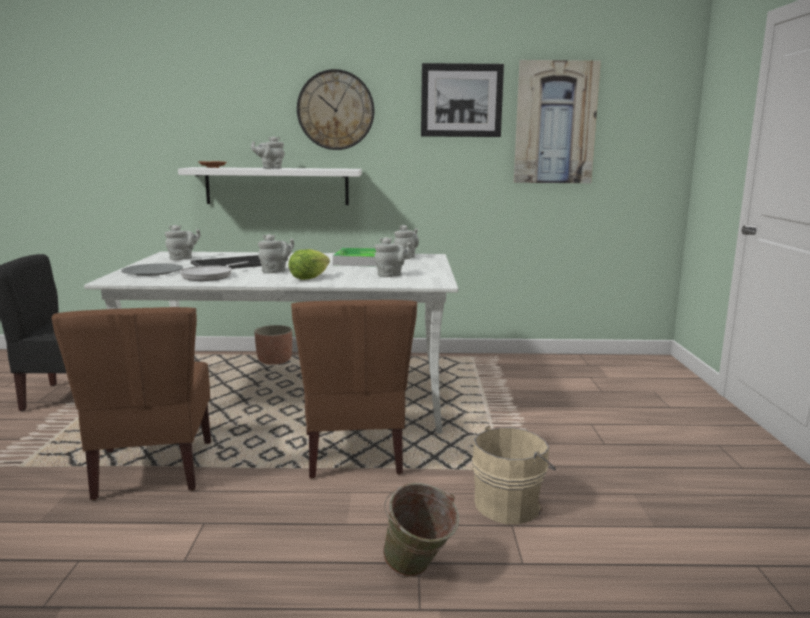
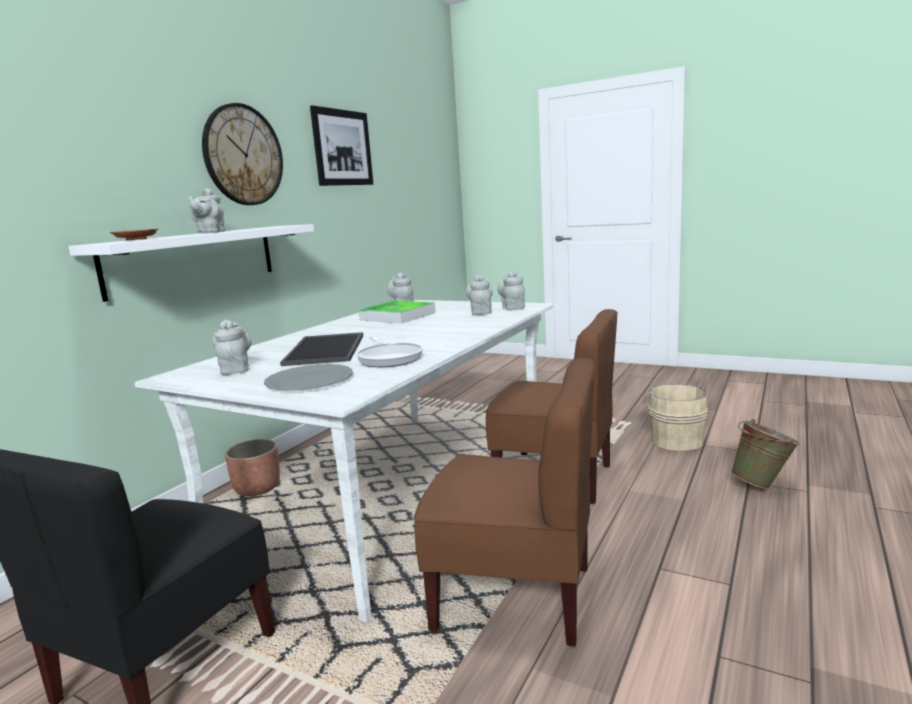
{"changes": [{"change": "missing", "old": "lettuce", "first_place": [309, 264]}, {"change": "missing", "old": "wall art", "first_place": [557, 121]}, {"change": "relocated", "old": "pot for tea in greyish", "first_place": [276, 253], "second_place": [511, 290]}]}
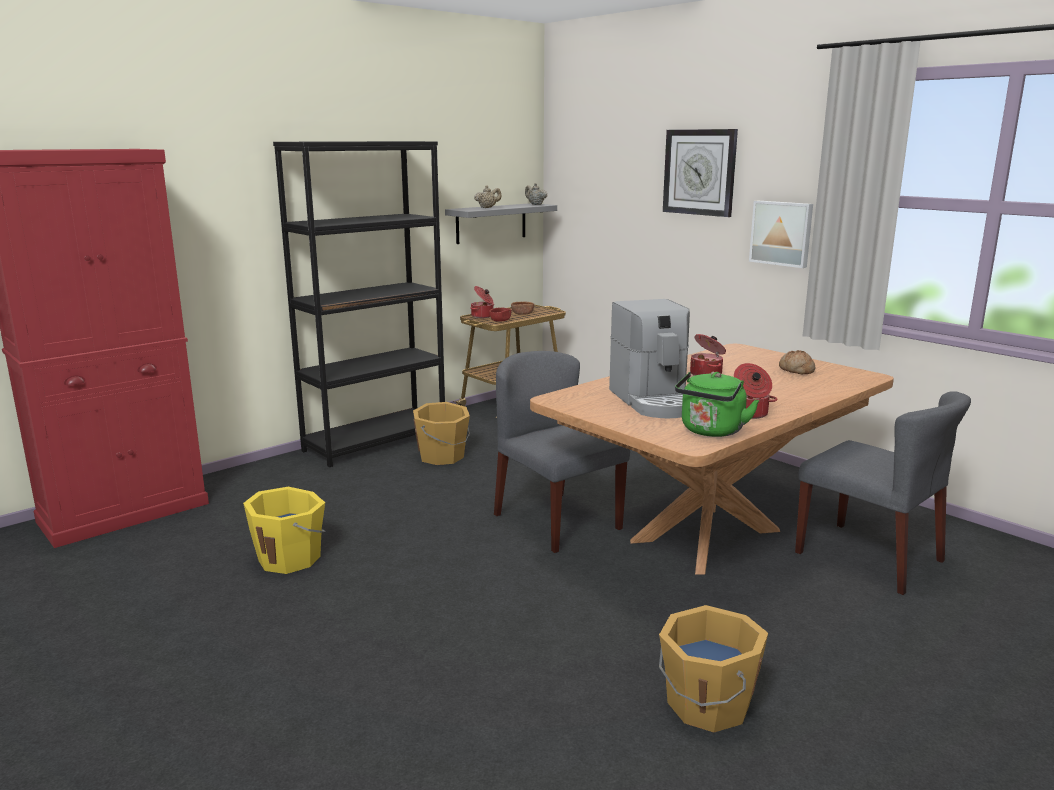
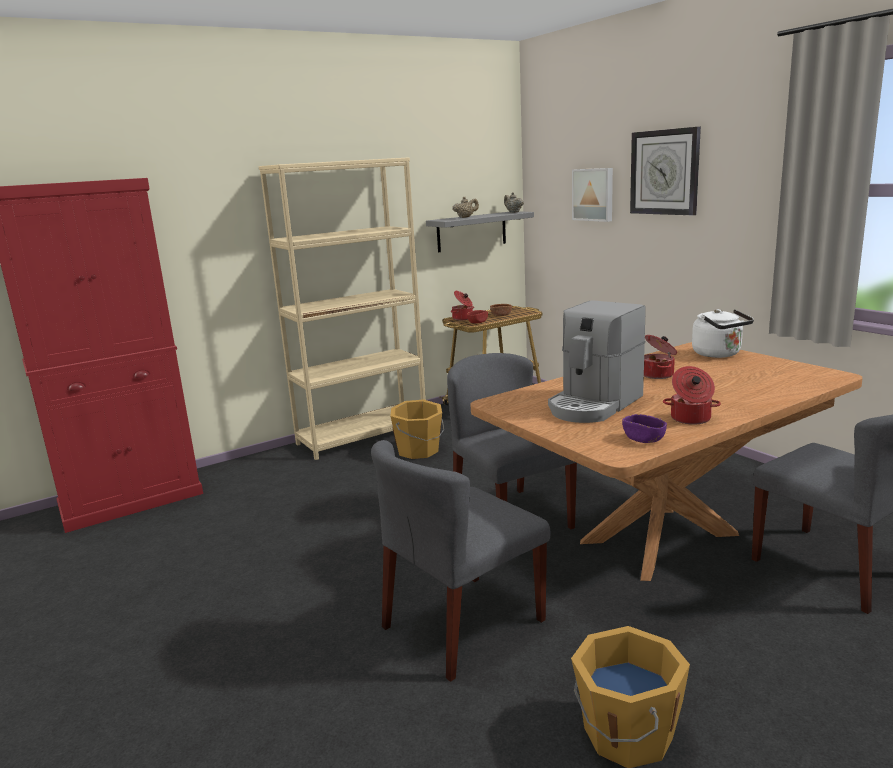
{"changes": [{"change": "missing", "old": "pail in yellowish", "first_place": [284, 530]}, {"change": "missing", "old": "bread", "first_place": [797, 362]}, {"change": "appeared", "new": "chair in greyish", "second_place": [460, 561]}, {"change": "appeared", "new": "tea kettle in whitish", "second_place": [723, 333]}, {"change": "relocated", "old": "wall art", "first_place": [781, 234], "second_place": [592, 195]}, {"change": "exchanged", "old": "tea kettle in green", "new": "bowl in purplish", "first_place": [717, 404], "second_place": [644, 428]}, {"change": "colour", "old": "shelving unit in blackish", "new": "shelving unit in beige-coloured", "first_place": [359, 304], "second_place": [342, 308]}, {"change": "spun", "old": "coffee maker", "first_place": [649, 358], "second_place": [597, 361], "degrees": 45}]}
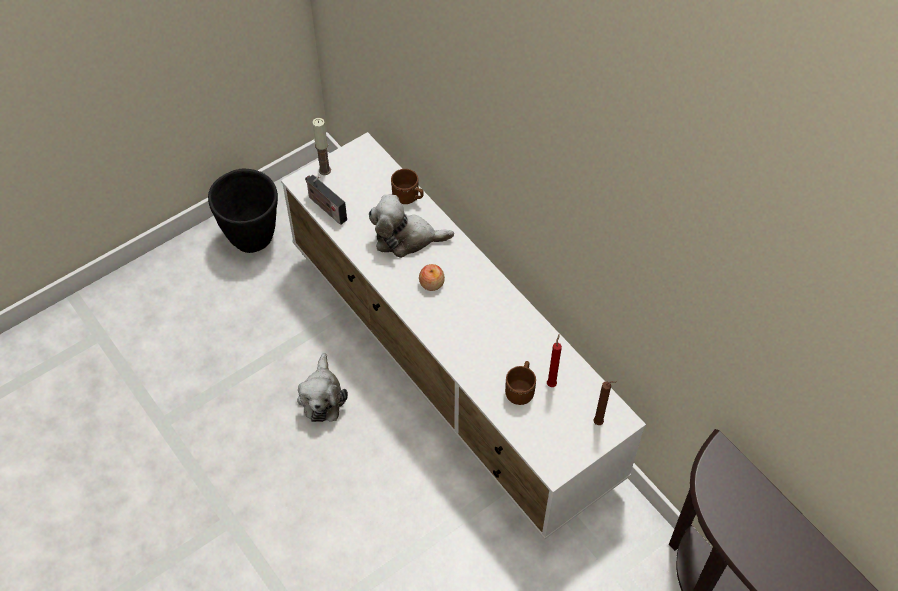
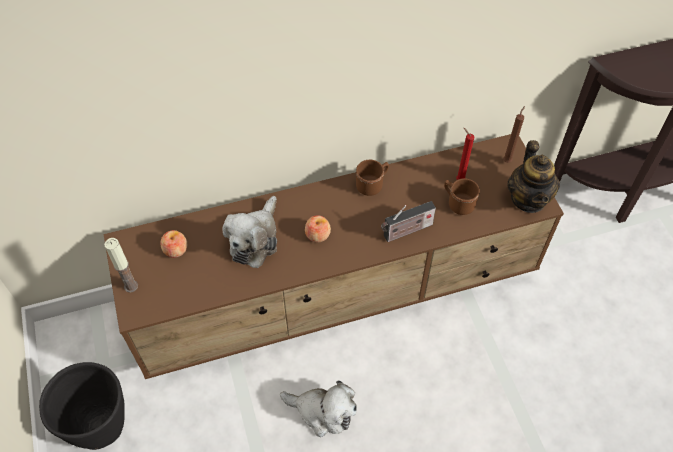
{"changes": [{"change": "appeared", "new": "apple fruit", "second_place": [173, 244]}, {"change": "appeared", "new": "pot for tea", "second_place": [533, 176]}, {"change": "relocated", "old": "radio", "first_place": [326, 200], "second_place": [408, 221]}, {"change": "relocated", "old": "tea mug in brownish", "first_place": [407, 186], "second_place": [372, 178]}, {"change": "colour", "old": "tv unit in whitish", "new": "tv unit in brownish", "first_place": [463, 336], "second_place": [333, 256]}]}
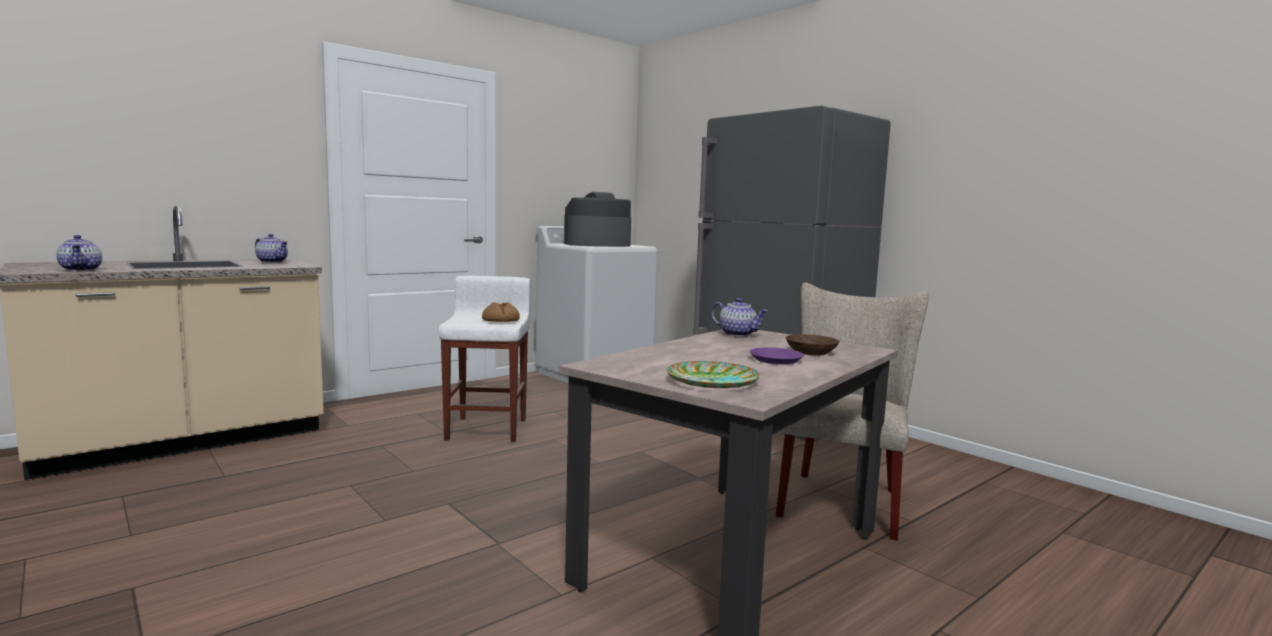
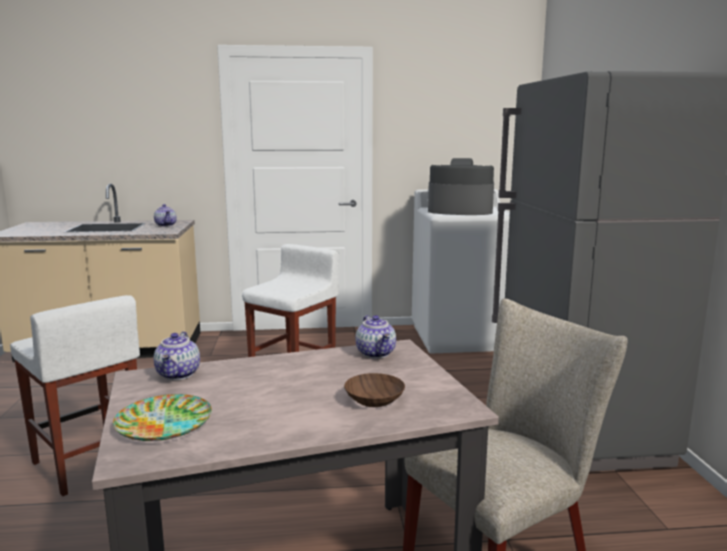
{"changes": [{"change": "missing", "old": "bread", "first_place": [501, 312]}, {"change": "missing", "old": "flat dish in purplish", "first_place": [777, 355]}, {"change": "appeared", "new": "stool seat in whitish", "second_place": [75, 395]}, {"change": "relocated", "old": "pot for tea", "first_place": [79, 253], "second_place": [177, 355]}]}
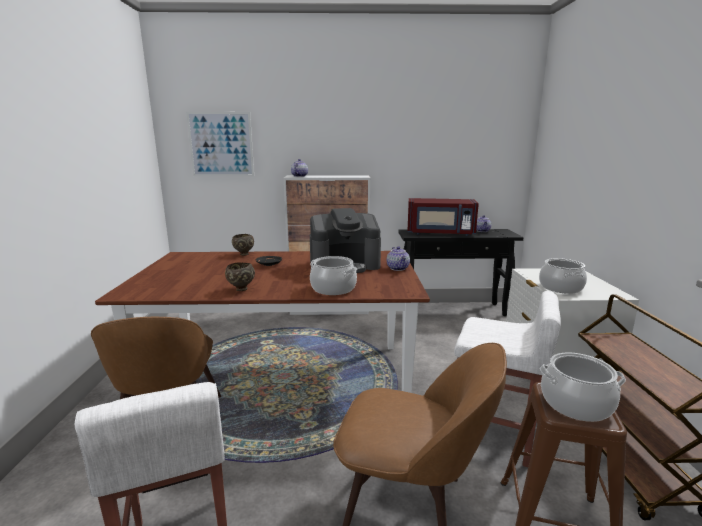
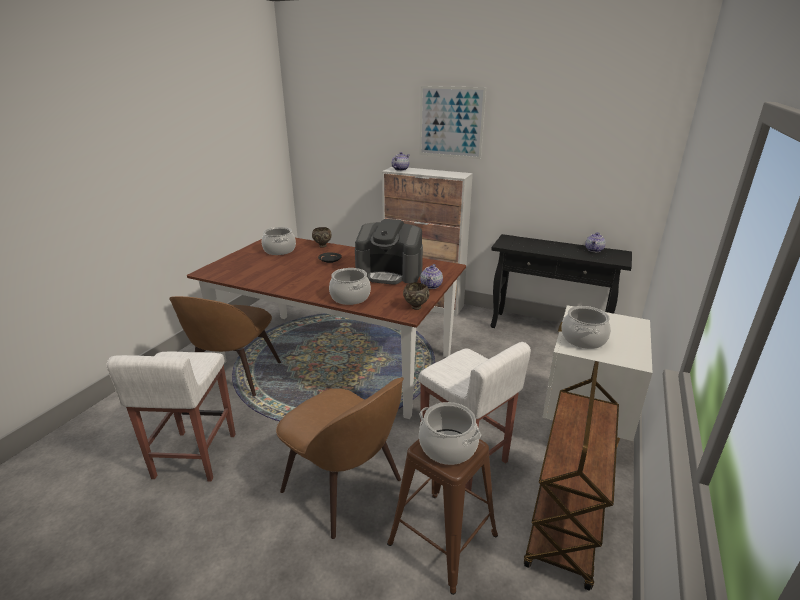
{"changes": [{"change": "missing", "old": "microwave in red", "first_place": [443, 217]}, {"change": "appeared", "new": "stockpot", "second_place": [279, 241]}, {"change": "relocated", "old": "wall art", "first_place": [220, 144], "second_place": [453, 122]}, {"change": "relocated", "old": "bowl in brownish", "first_place": [240, 276], "second_place": [416, 296]}]}
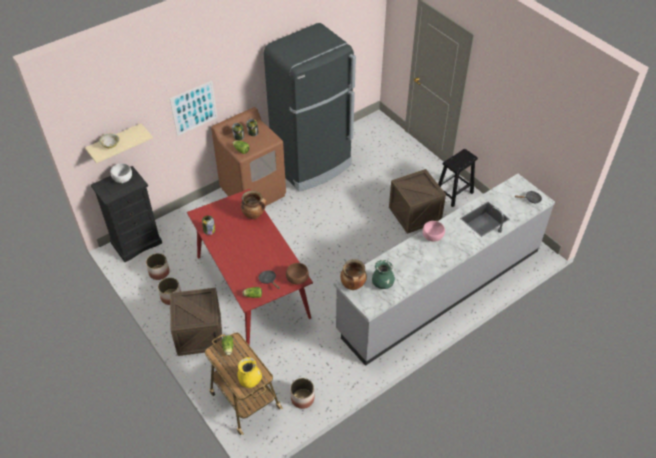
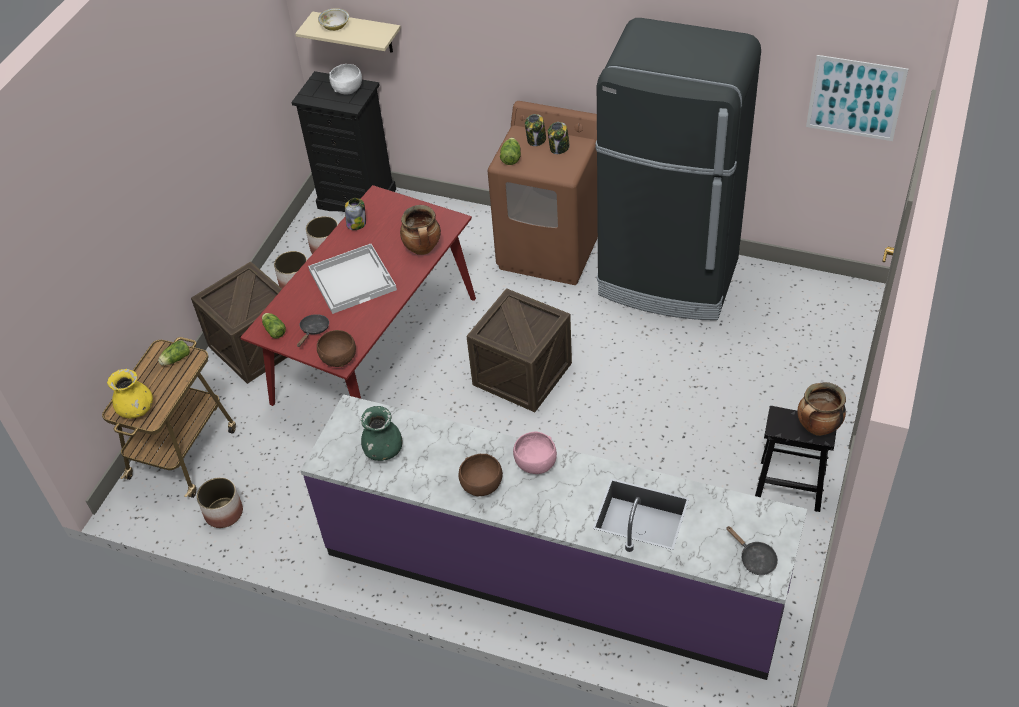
{"changes": [{"change": "appeared", "new": "serving tray in whitish", "second_place": [352, 279]}, {"change": "appeared", "new": "bowl in brownish", "second_place": [480, 475]}, {"change": "relocated", "old": "wall art", "first_place": [194, 108], "second_place": [857, 98]}, {"change": "relocated", "old": "stockpot", "first_place": [353, 274], "second_place": [821, 409]}, {"change": "relocated", "old": "crate", "first_place": [417, 201], "second_place": [519, 350]}, {"change": "colour", "old": "kitchen base unit in greyish", "new": "kitchen base unit in purplish", "first_place": [444, 270], "second_place": [553, 537]}]}
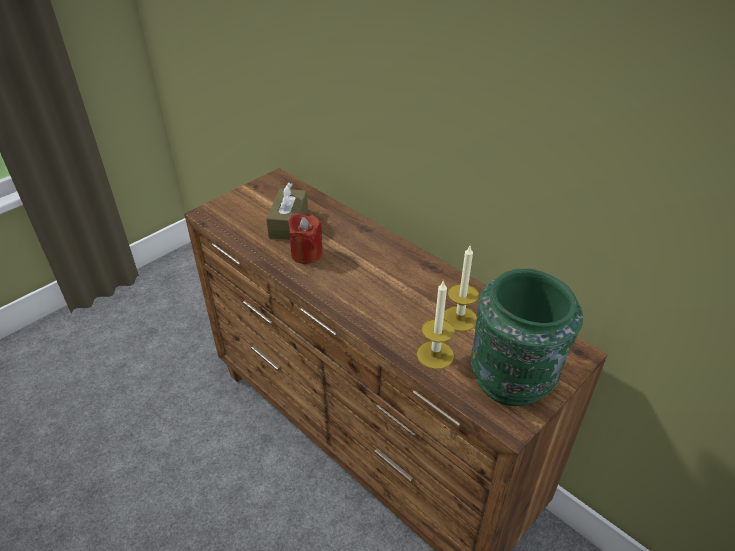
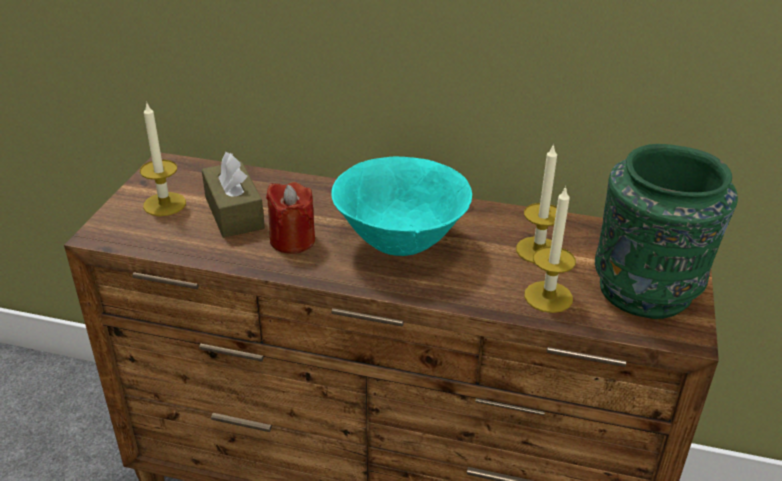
{"changes": [{"change": "appeared", "new": "candle", "second_place": [163, 158]}, {"change": "appeared", "new": "bowl in blue-green", "second_place": [401, 206]}]}
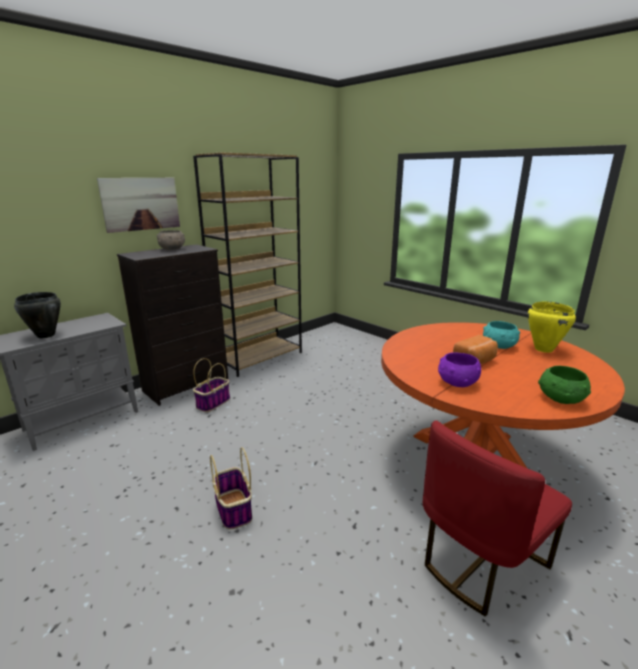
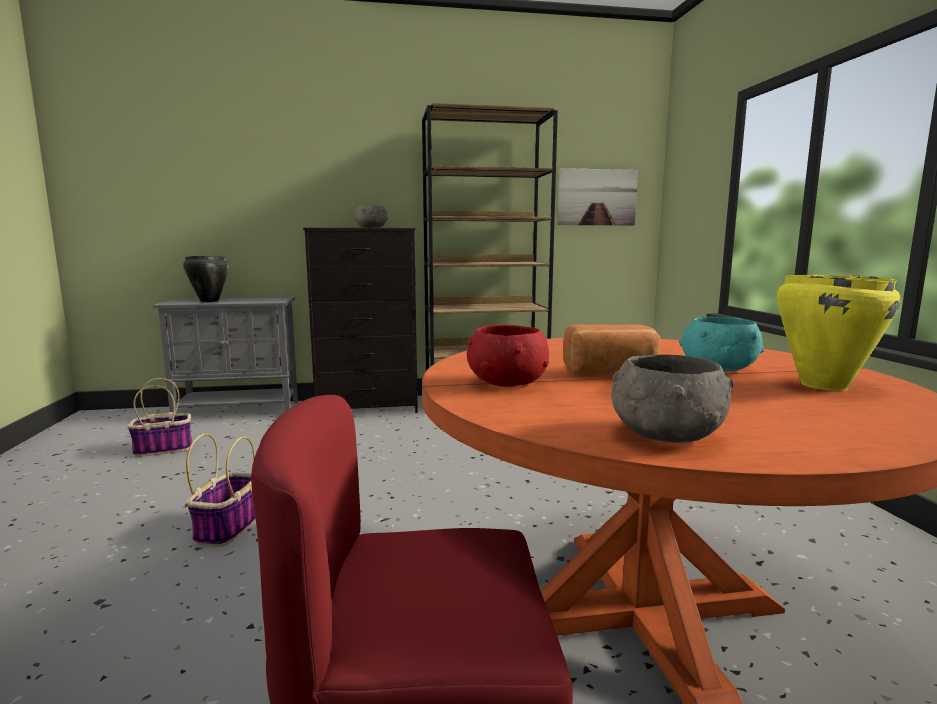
{"changes": [{"change": "relocated", "old": "wall art", "first_place": [138, 205], "second_place": [597, 197]}, {"change": "relocated", "old": "household basket", "first_place": [211, 385], "second_place": [160, 417]}, {"change": "colour", "old": "bowl in purplish", "new": "bowl in red", "first_place": [459, 369], "second_place": [508, 356]}, {"change": "colour", "old": "bowl in green", "new": "bowl in greyish", "first_place": [564, 385], "second_place": [672, 398]}]}
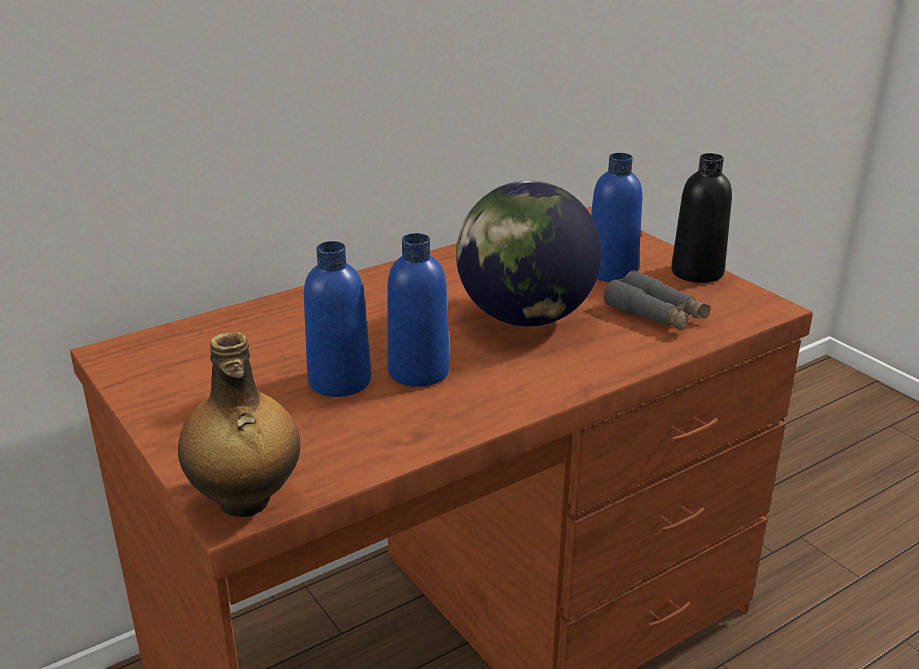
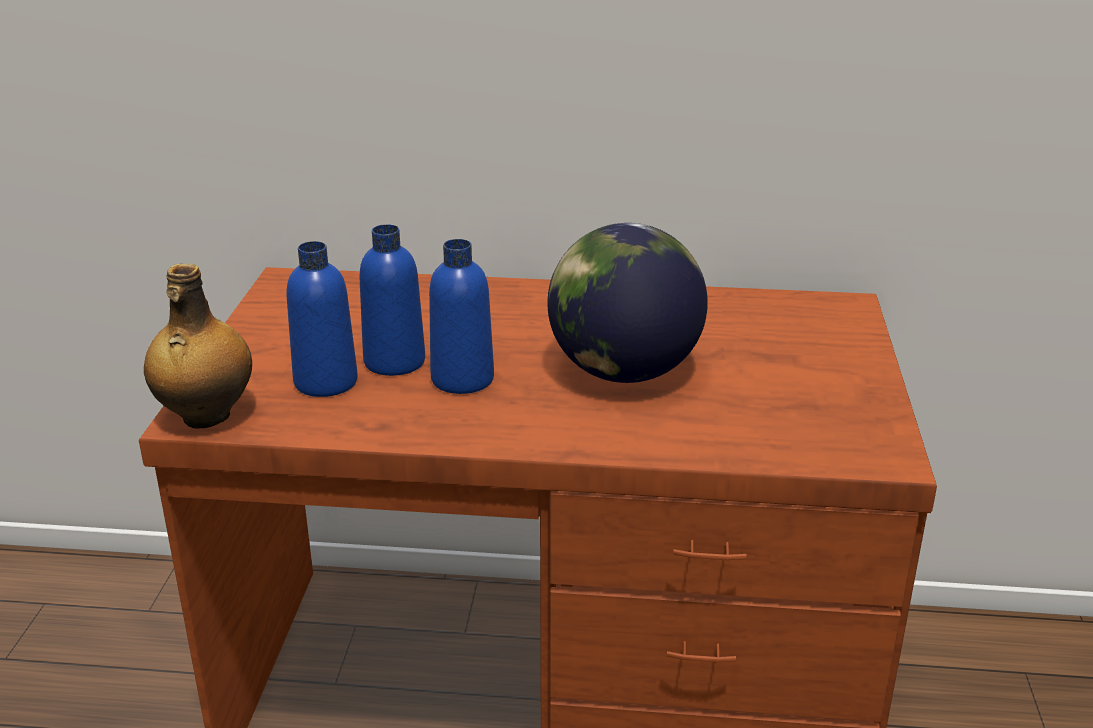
{"changes": [{"change": "missing", "old": "pair of binoculars in greyish", "first_place": [656, 300]}, {"change": "missing", "old": "bottle in blackish", "first_place": [701, 218]}, {"change": "relocated", "old": "bottle in blue", "first_place": [617, 217], "second_place": [322, 319]}]}
